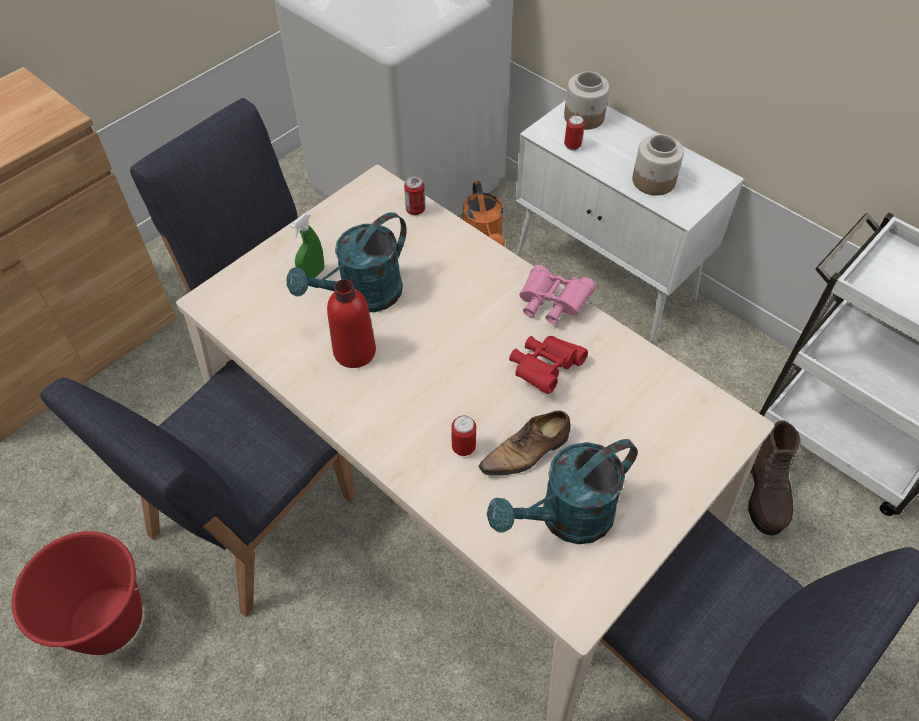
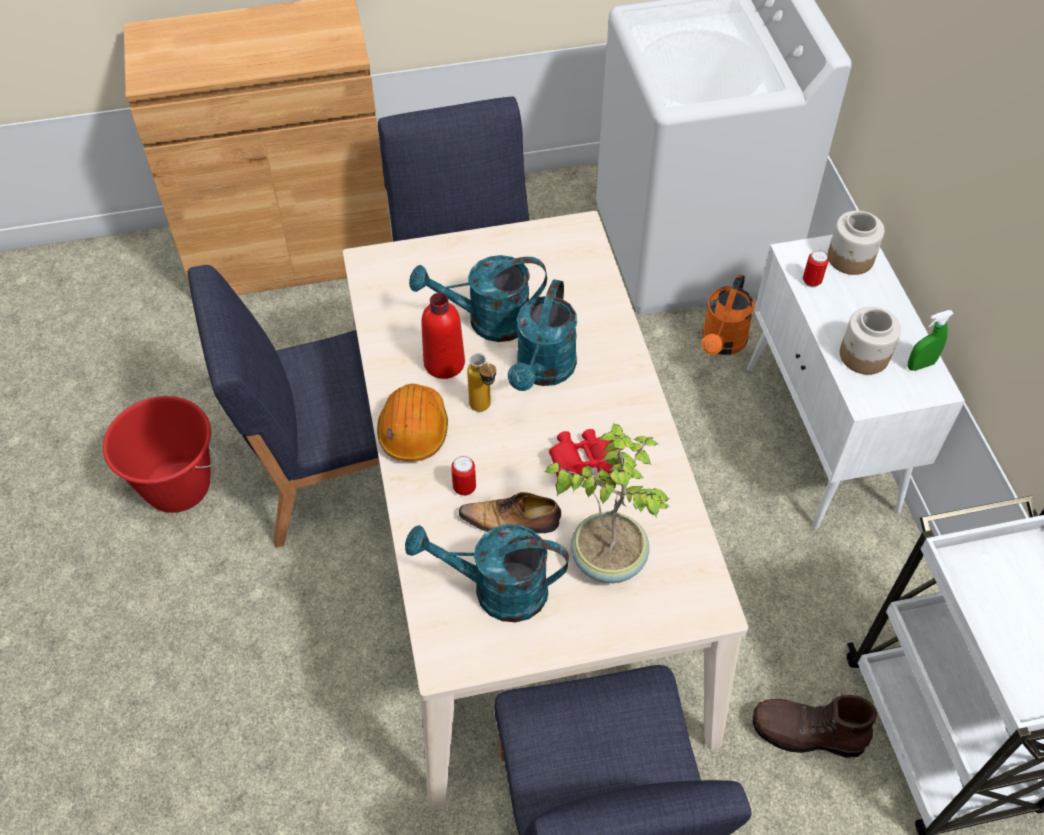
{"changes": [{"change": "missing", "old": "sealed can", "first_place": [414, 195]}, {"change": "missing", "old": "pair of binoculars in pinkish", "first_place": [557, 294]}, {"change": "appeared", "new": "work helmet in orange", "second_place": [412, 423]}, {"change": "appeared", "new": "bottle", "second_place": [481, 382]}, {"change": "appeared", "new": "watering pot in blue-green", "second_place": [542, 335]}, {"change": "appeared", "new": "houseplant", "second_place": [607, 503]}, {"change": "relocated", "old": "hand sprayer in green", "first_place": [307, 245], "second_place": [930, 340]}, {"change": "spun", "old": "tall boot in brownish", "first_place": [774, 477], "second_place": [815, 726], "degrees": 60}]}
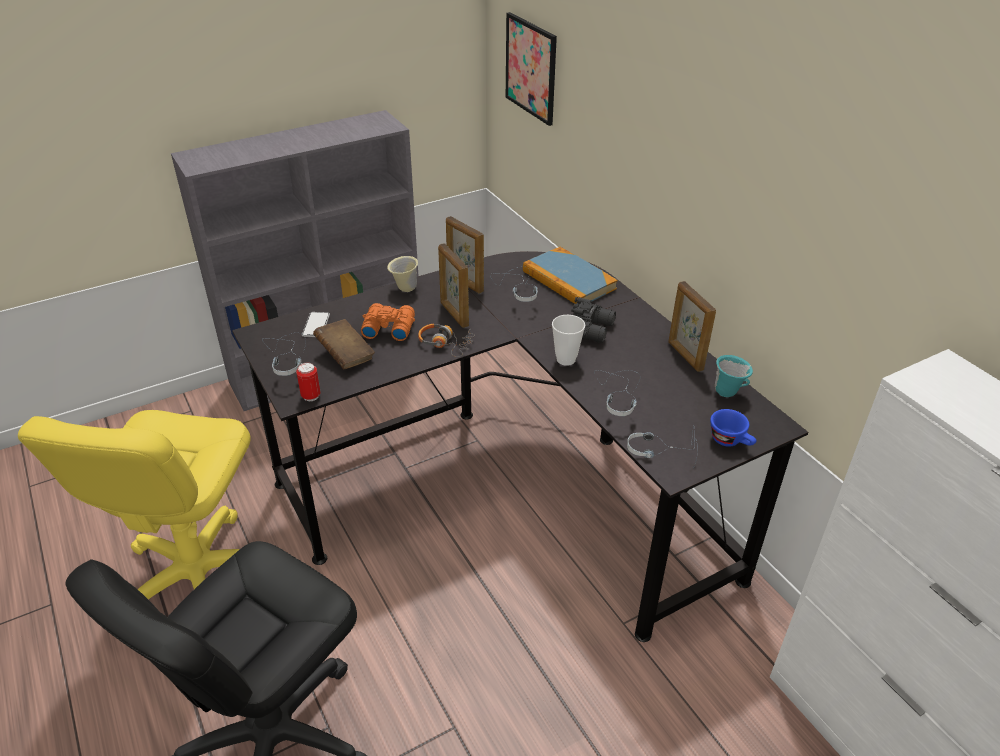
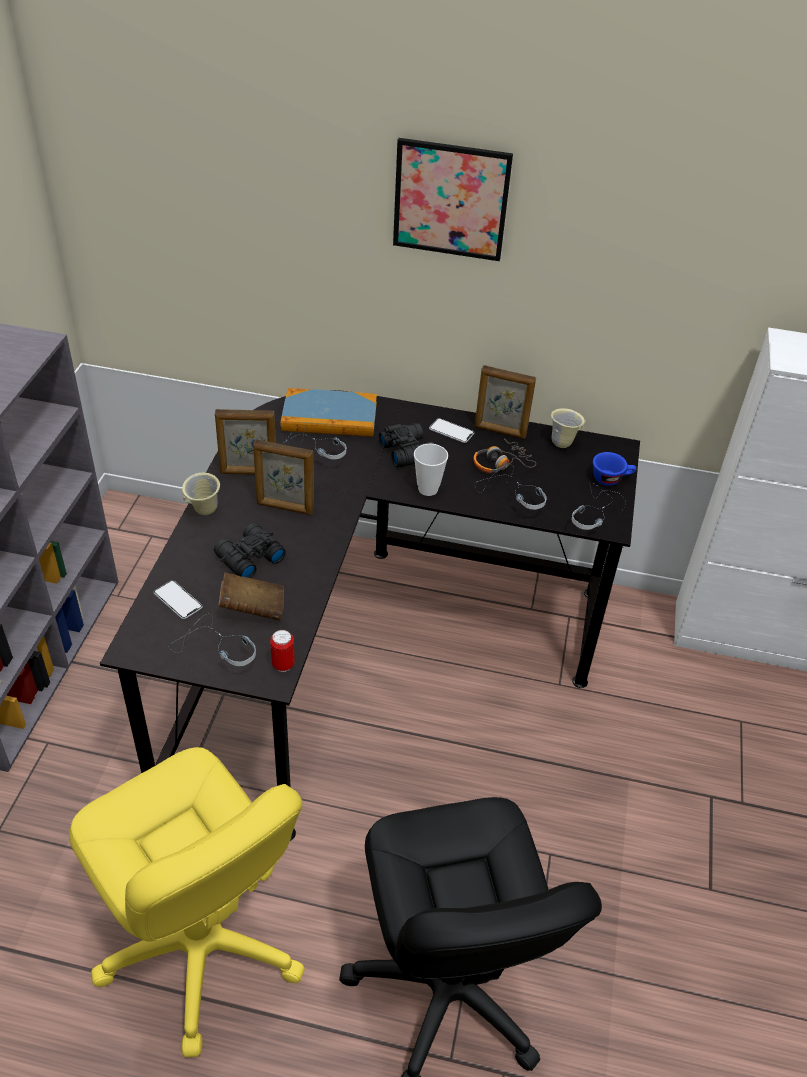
{"changes": [{"change": "appeared", "new": "telephone", "second_place": [451, 430]}, {"change": "relocated", "old": "headset", "first_place": [446, 340], "second_place": [504, 456]}, {"change": "relocated", "old": "wall art", "first_place": [531, 69], "second_place": [453, 199]}, {"change": "colour", "old": "pair of binoculars in orange", "new": "pair of binoculars in blackish", "first_place": [388, 322], "second_place": [250, 550]}, {"change": "colour", "old": "tea mug in blue-green", "new": "tea mug in beige-coloured", "first_place": [734, 376], "second_place": [568, 428]}]}
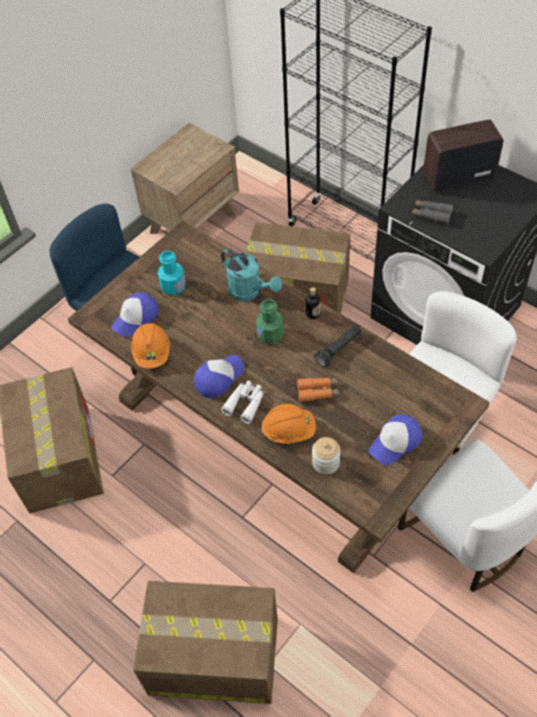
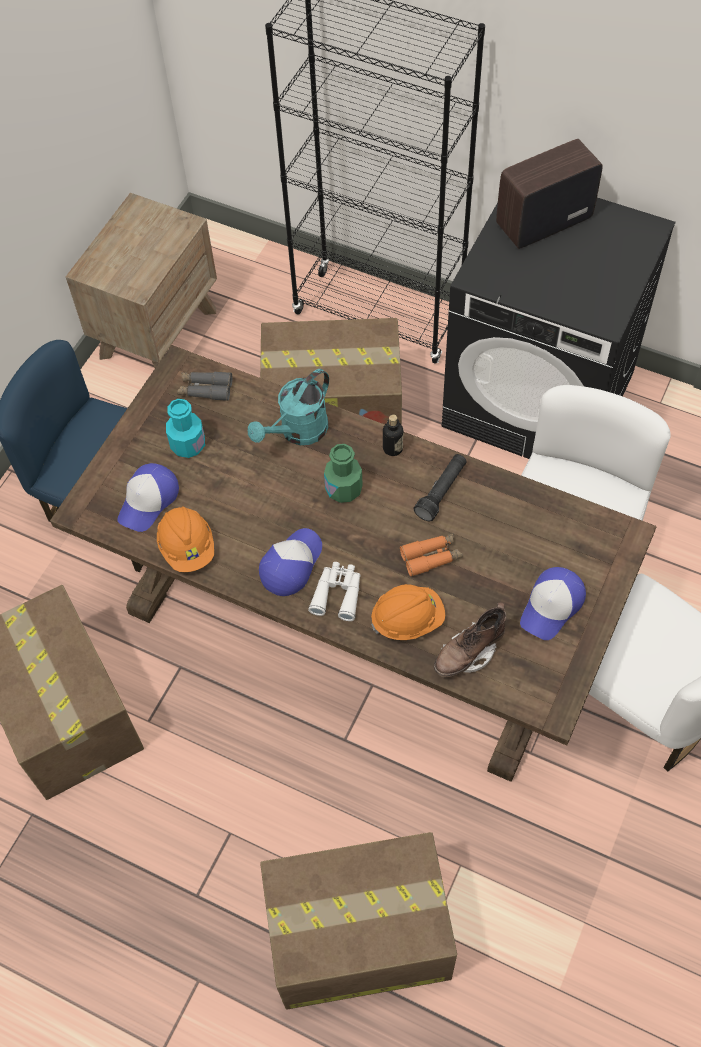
{"changes": [{"change": "relocated", "old": "pair of binoculars in greyish", "first_place": [432, 212], "second_place": [204, 386]}, {"change": "exchanged", "old": "storage jar", "new": "tall boot in brownish", "first_place": [326, 456], "second_place": [470, 639]}, {"change": "spun", "old": "watering pot in blue-green", "first_place": [251, 275], "second_place": [288, 407], "degrees": 105}]}
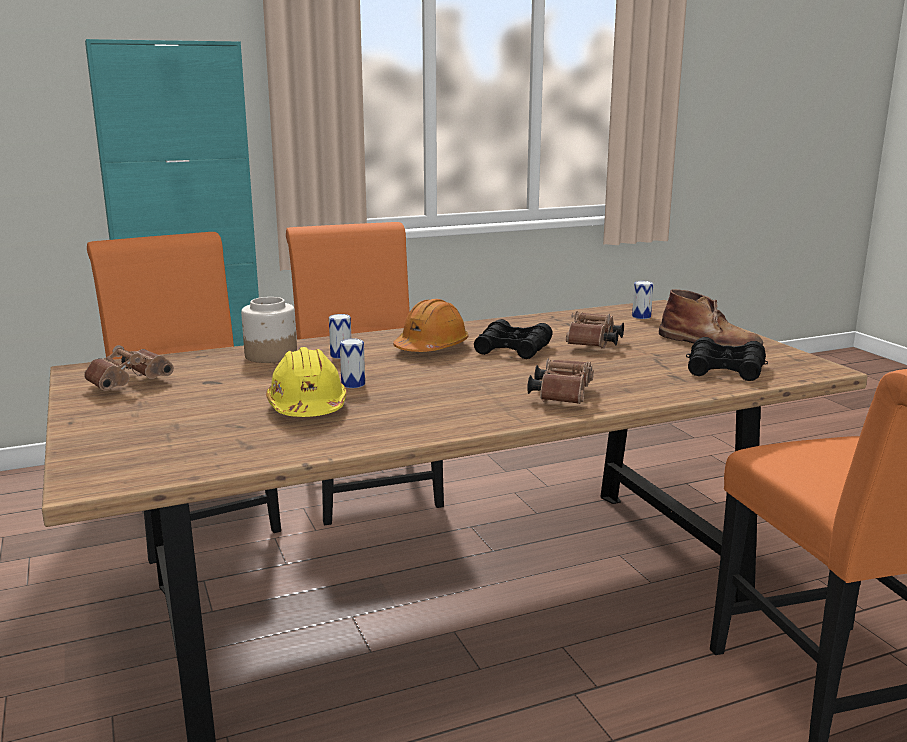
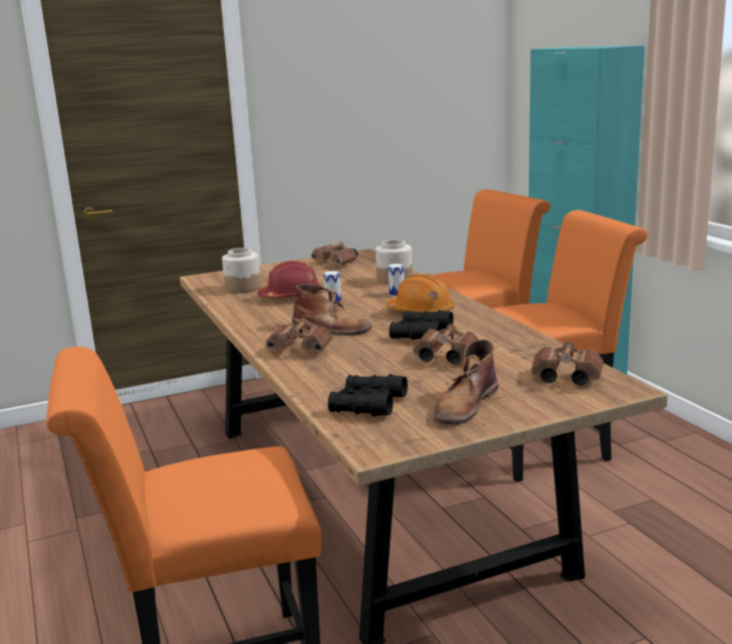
{"changes": [{"change": "appeared", "new": "storage jar", "second_place": [241, 270]}, {"change": "appeared", "new": "tall boot in brownish", "second_place": [332, 309]}, {"change": "exchanged", "old": "sealed can", "new": "pair of binoculars in brownish", "first_place": [642, 300], "second_place": [567, 363]}, {"change": "colour", "old": "work helmet in yellowish", "new": "work helmet in red", "first_place": [306, 382], "second_place": [289, 279]}]}
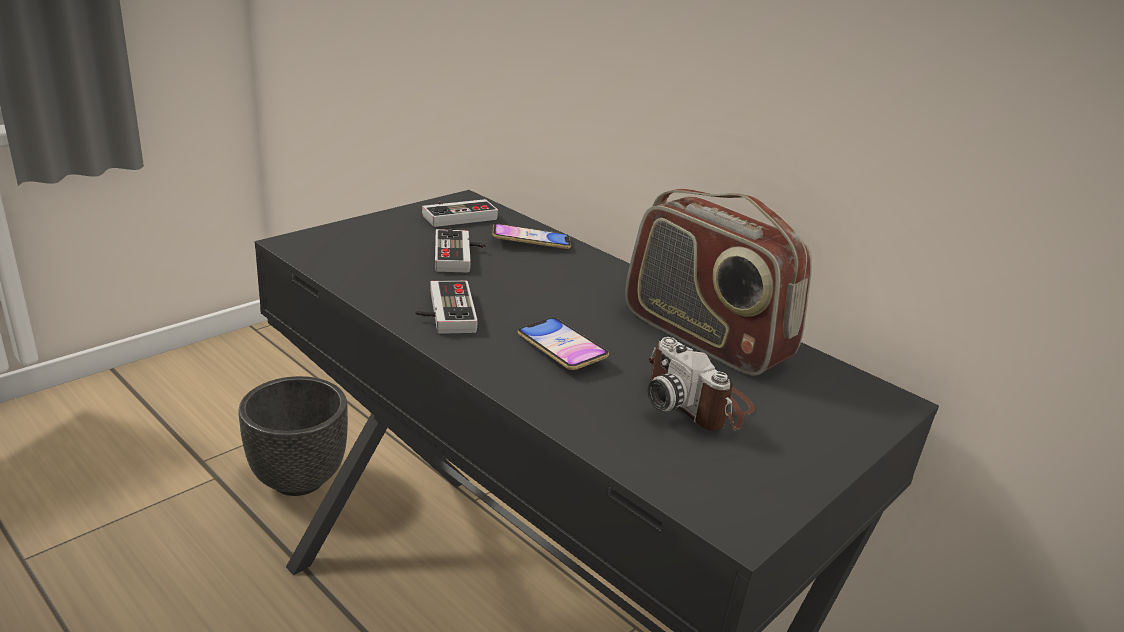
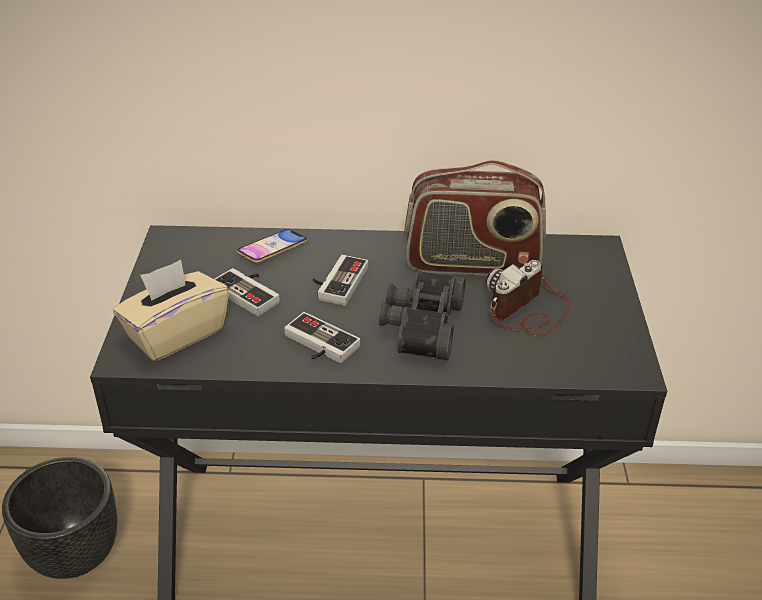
{"changes": [{"change": "appeared", "new": "tissue holder in beige-coloured", "second_place": [171, 310]}, {"change": "relocated", "old": "game controller", "first_place": [460, 213], "second_place": [340, 280]}, {"change": "exchanged", "old": "telephone", "new": "pair of binoculars in blackish", "first_place": [563, 344], "second_place": [422, 315]}, {"change": "spun", "old": "photo camera", "first_place": [701, 384], "second_place": [528, 298], "degrees": 120}]}
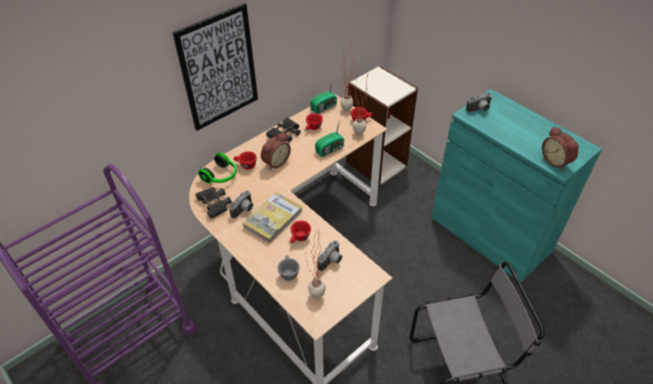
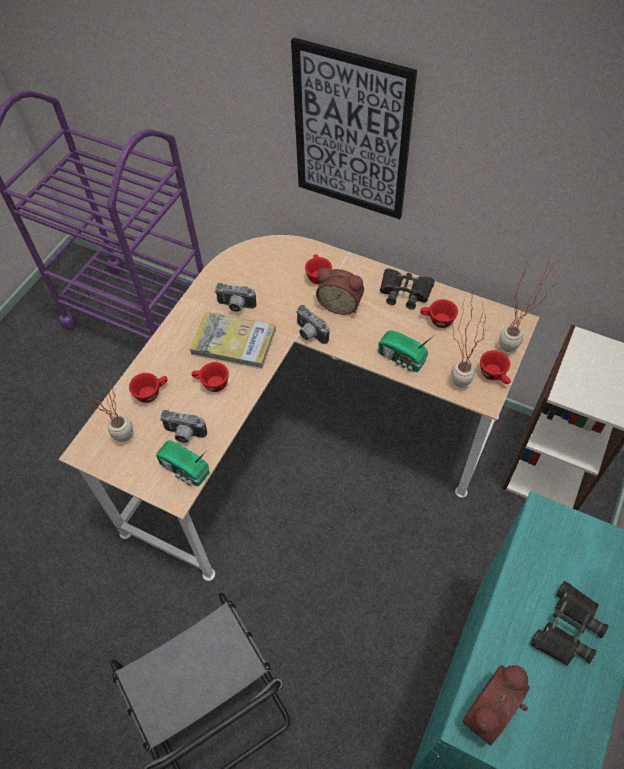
{"changes": [{"change": "missing", "old": "headset", "first_place": [217, 167]}, {"change": "relocated", "old": "pair of binoculars in blackish", "first_place": [214, 203], "second_place": [569, 623]}, {"change": "relocated", "old": "radio", "first_place": [323, 96], "second_place": [183, 463]}, {"change": "relocated", "old": "photo camera", "first_place": [479, 102], "second_place": [313, 324]}, {"change": "colour", "old": "small cup in greyish", "new": "small cup in red", "first_place": [289, 268], "second_place": [148, 388]}]}
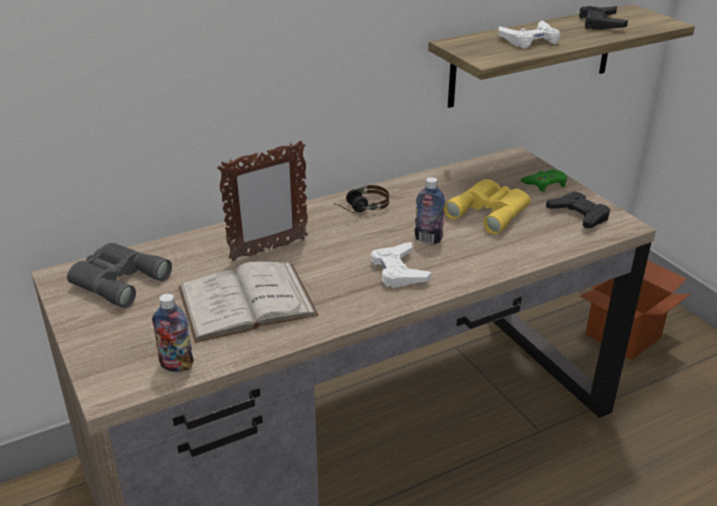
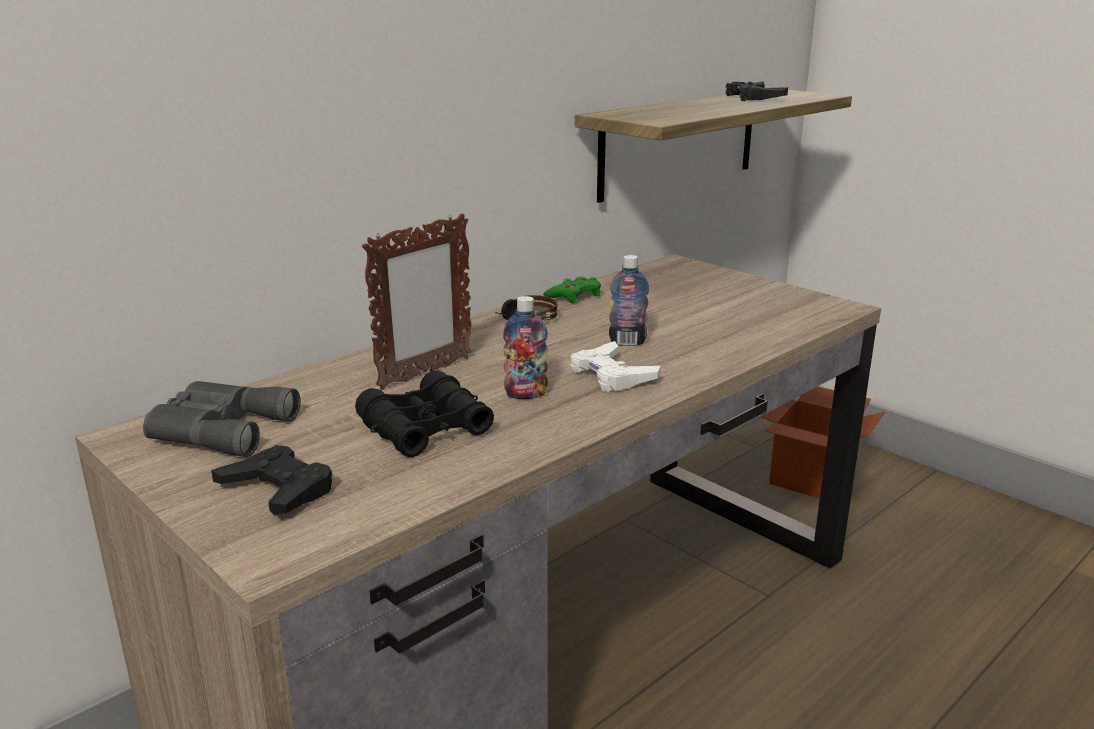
{"changes": [{"change": "missing", "old": "pair of binoculars in yellowish", "first_place": [487, 207]}, {"change": "missing", "old": "game controller in whitish", "first_place": [529, 34]}, {"change": "relocated", "old": "bottle", "first_place": [172, 332], "second_place": [525, 347]}, {"change": "relocated", "old": "game controller in green", "first_place": [544, 180], "second_place": [572, 290]}, {"change": "relocated", "old": "game controller in blackish", "first_place": [578, 209], "second_place": [271, 480]}, {"change": "exchanged", "old": "volume in whitish", "new": "pair of binoculars in blackish", "first_place": [248, 302], "second_place": [424, 413]}]}
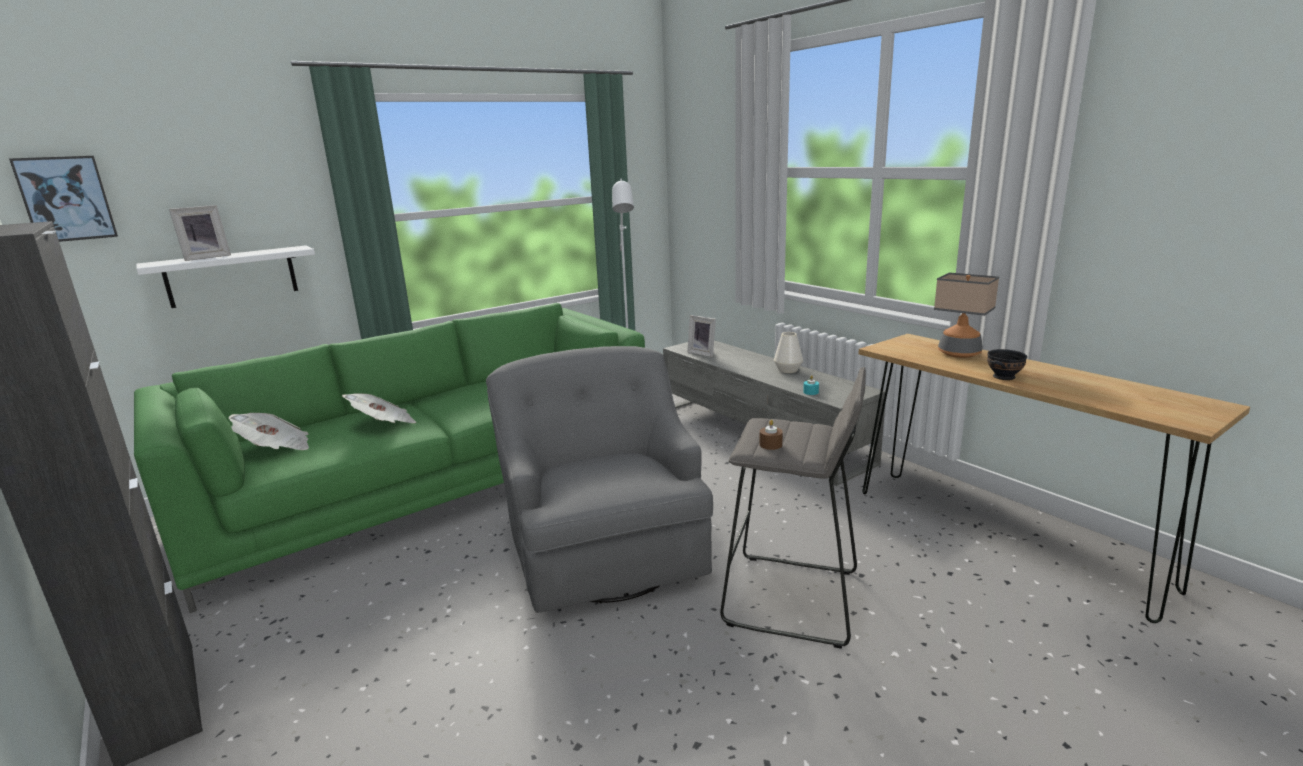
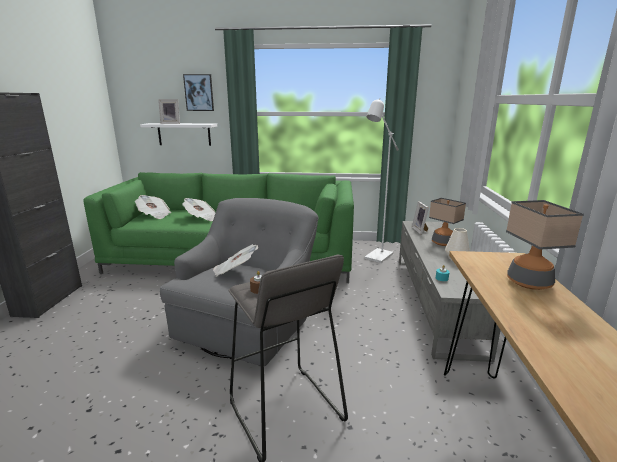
{"changes": [{"change": "missing", "old": "bowl in blackish", "first_place": [1007, 364]}, {"change": "appeared", "new": "printed paper", "second_place": [235, 260]}, {"change": "appeared", "new": "lamp for a table", "second_place": [447, 222]}, {"change": "relocated", "old": "wall art", "first_place": [63, 199], "second_place": [198, 92]}]}
